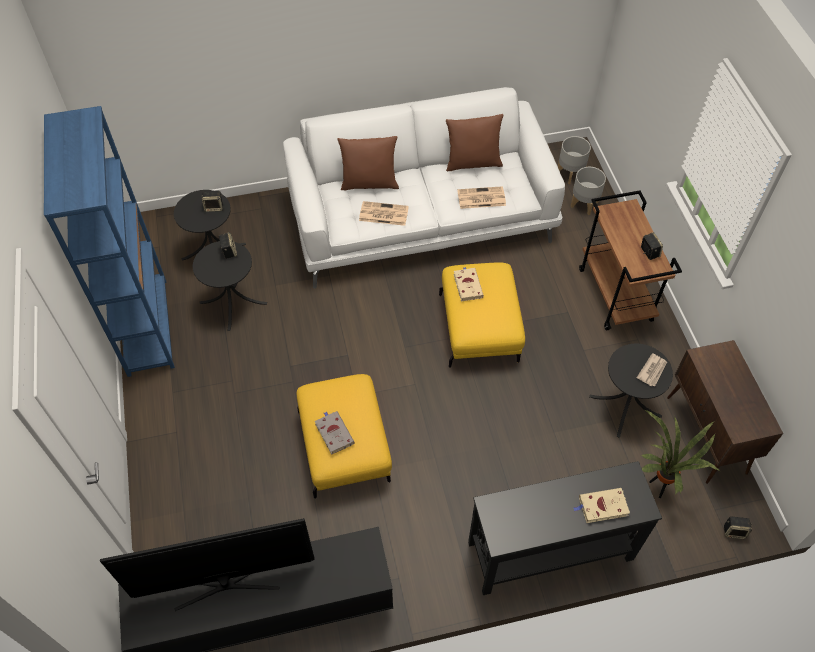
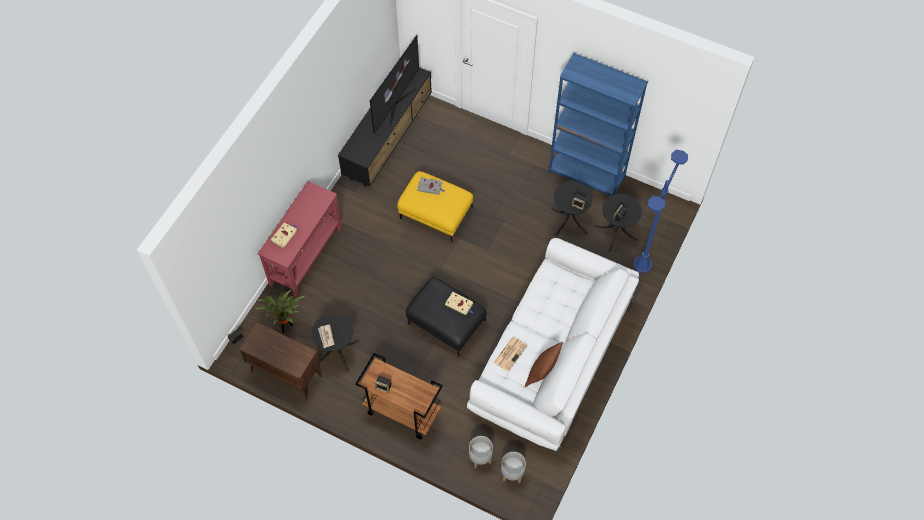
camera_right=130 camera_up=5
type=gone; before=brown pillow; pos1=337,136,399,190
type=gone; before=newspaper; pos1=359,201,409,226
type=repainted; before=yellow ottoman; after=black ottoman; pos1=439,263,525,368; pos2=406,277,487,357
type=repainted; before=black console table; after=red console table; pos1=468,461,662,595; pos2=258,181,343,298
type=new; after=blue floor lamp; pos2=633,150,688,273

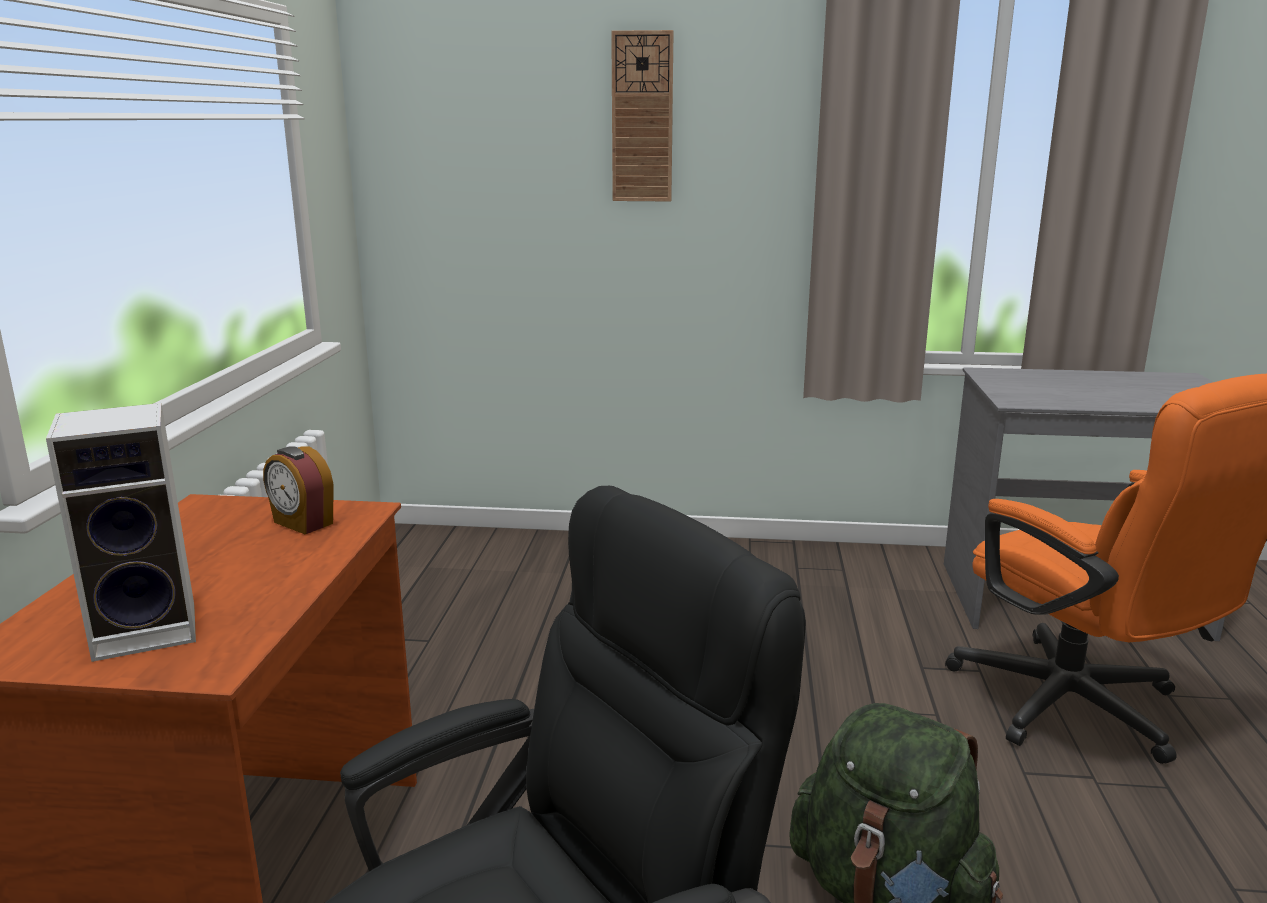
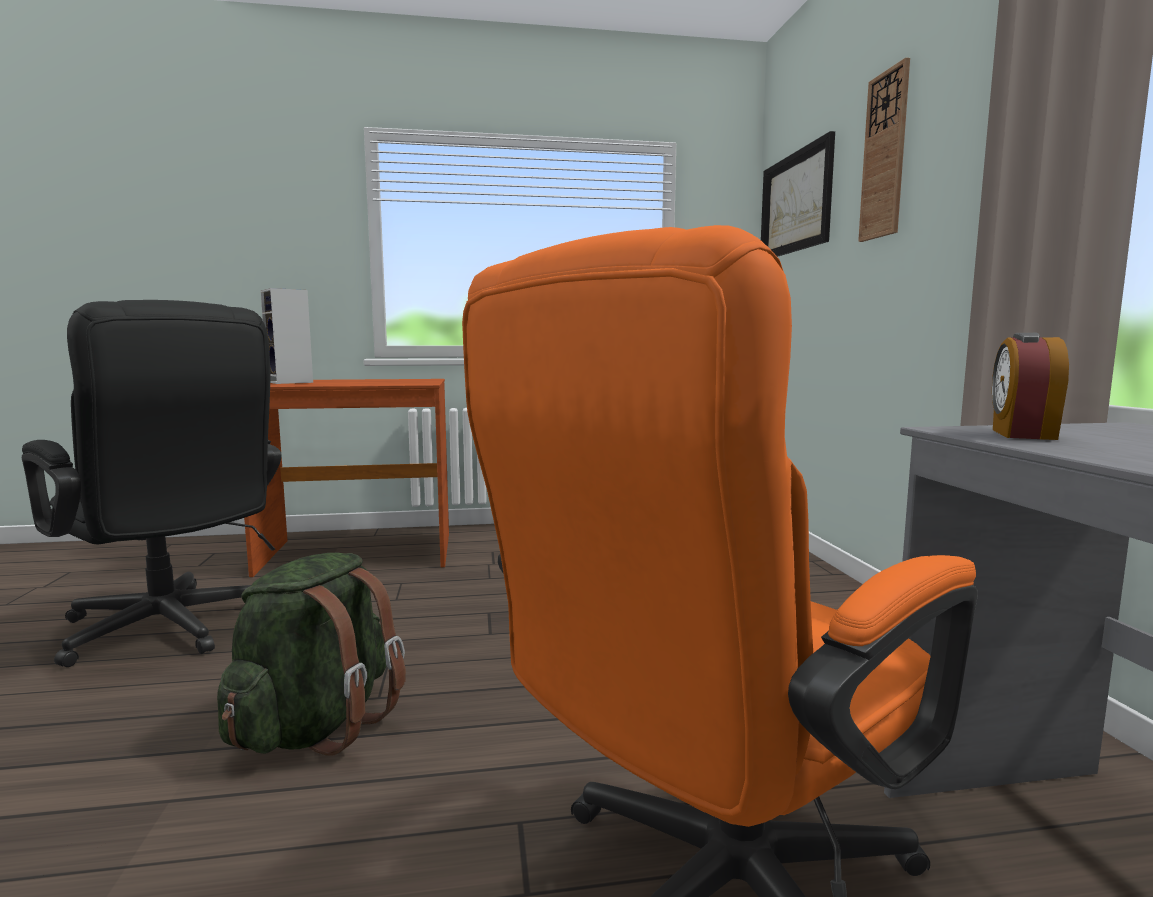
camera_right=75 camera_up=-10
type=shifted; before=alarm clock; pos1=263,446,334,535; pos2=992,333,1069,440
type=new; after=picture; pos2=761,131,835,257

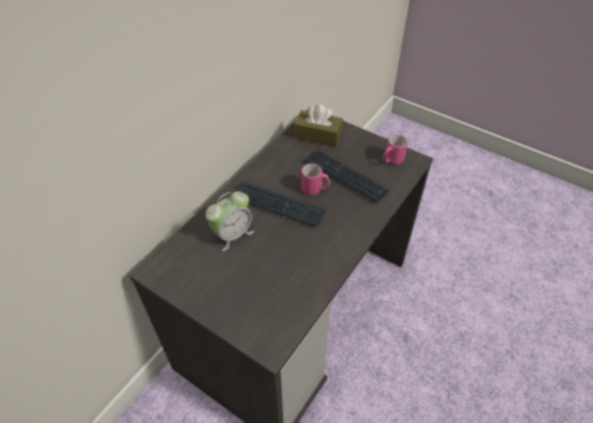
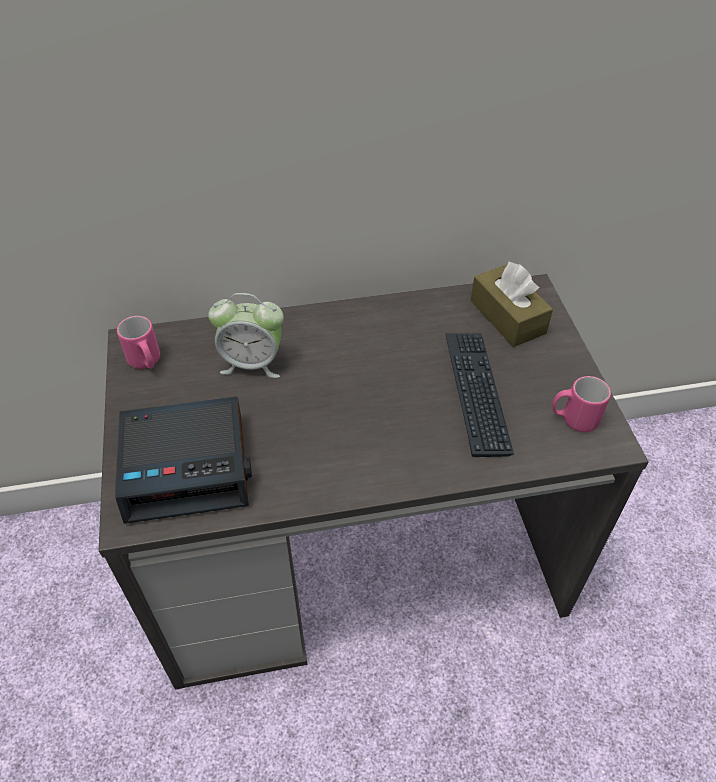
camera_right=45 camera_up=0
type=shifted; before=pink mug; pos1=301,164,330,195; pos2=117,316,160,369
type=gone; before=keyboard; pos1=235,181,326,228
type=new; after=alarm clock; pos2=115,397,252,524

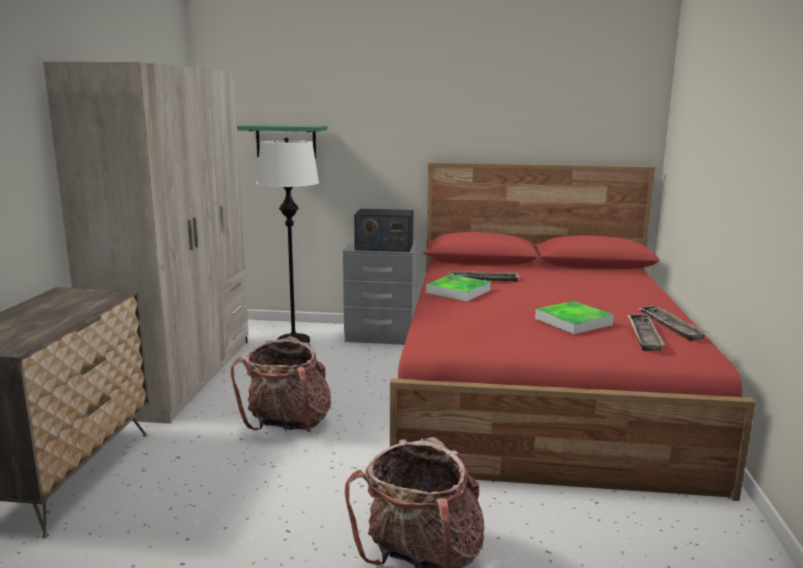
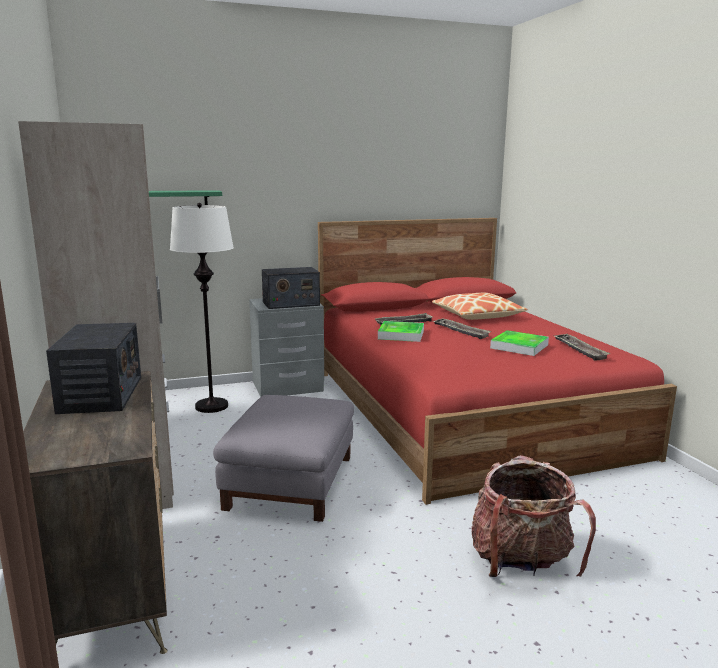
camera_right=-25 camera_up=0
type=shifted; before=tray; pos1=638,305,709,341; pos2=432,318,491,339
type=swapped; before=backpack; after=grey ottoman; pos1=231,336,331,432; pos2=213,395,354,522
type=new; after=pillow; pos2=432,293,528,320
type=new; after=radio; pos2=46,323,141,414

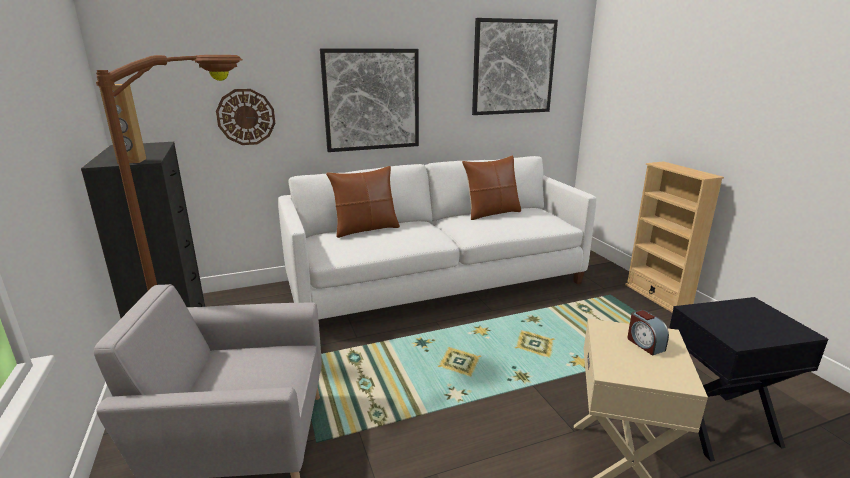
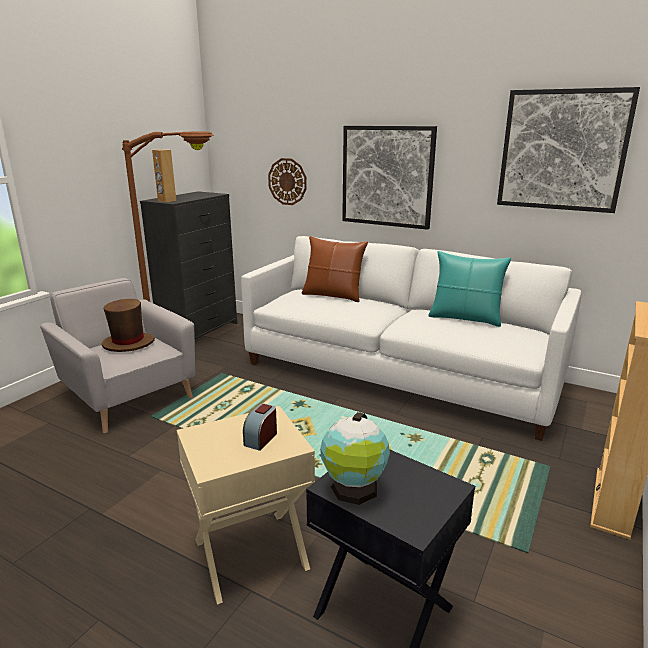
camera_right=50 camera_up=0
type=repainted; before=brown pillow; after=turquoise pillow; pos1=462,155,521,220; pos2=428,251,511,327
type=new; after=brown hat; pos2=102,299,155,352
type=new; after=globe; pos2=320,412,390,505

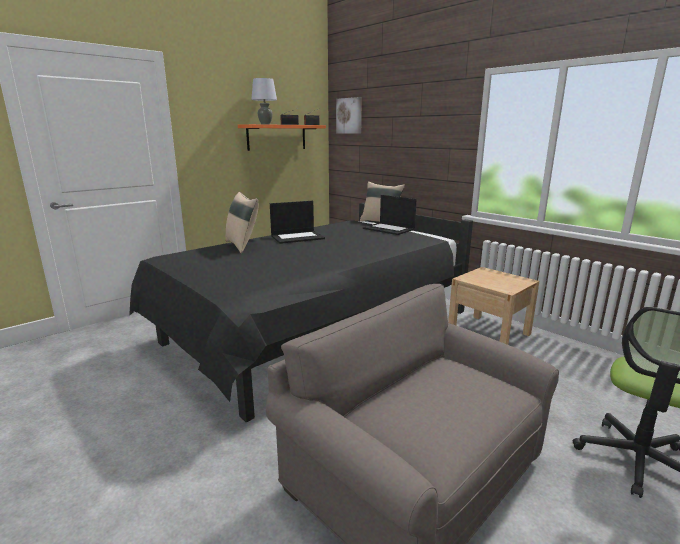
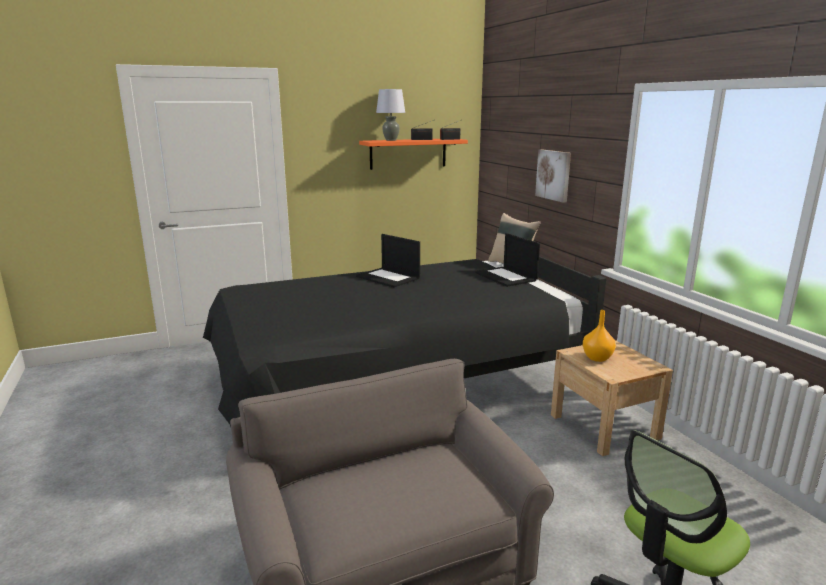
camera_right=20 camera_up=0
type=shifted; before=picture; pos1=336,97,362,134; pos2=535,149,571,203
type=gone; before=beige pillow; pos1=225,192,258,253
type=rotated; before=laptop; pos1=270,201,325,244; pos2=356,234,420,287; turn=45
type=new; after=orange vase; pos2=583,310,616,362

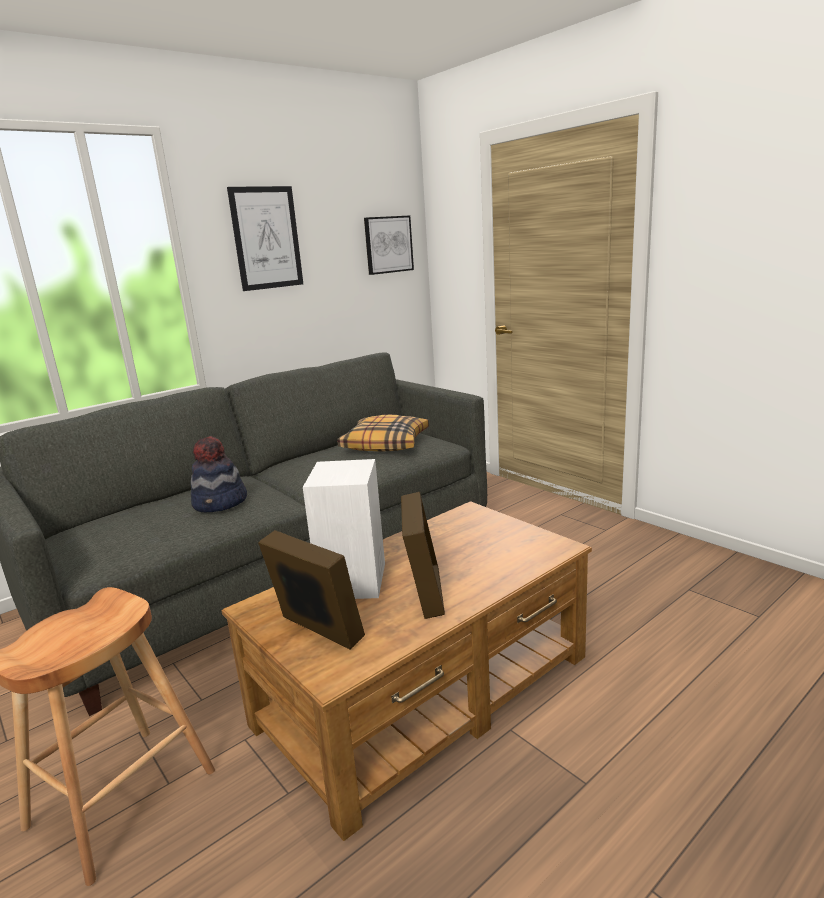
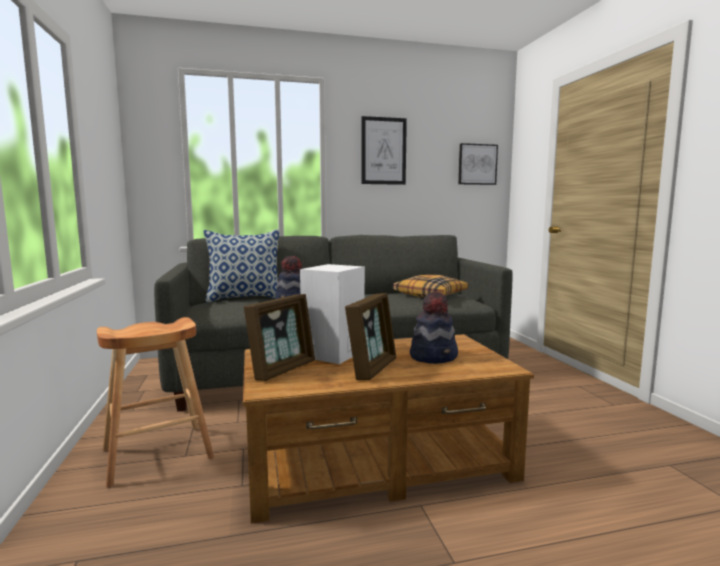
camera_right=25 camera_up=-10
type=rotated; before=picture frame; pos1=258,530,365,649; pos2=244,294,315,381; turn=60
type=new; after=pillow; pos2=203,229,280,303
type=new; after=hat; pos2=410,291,458,364

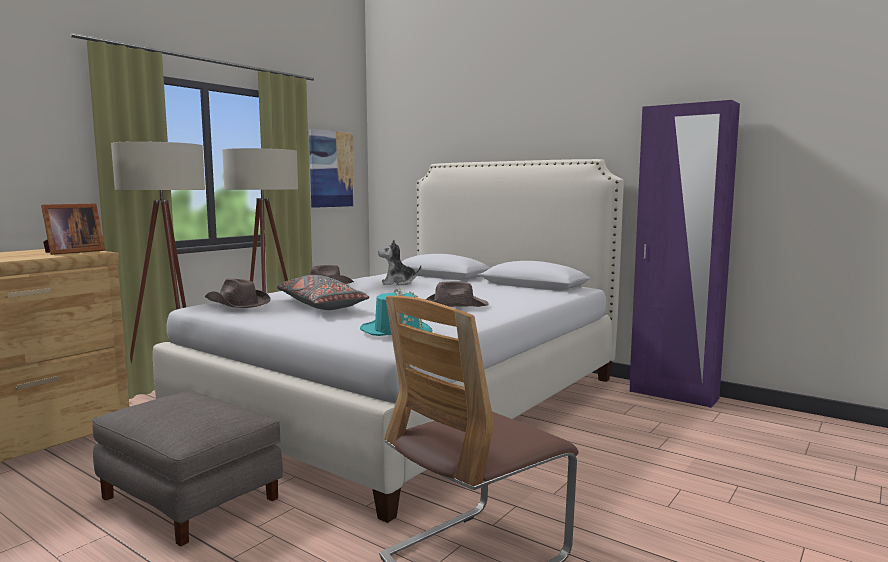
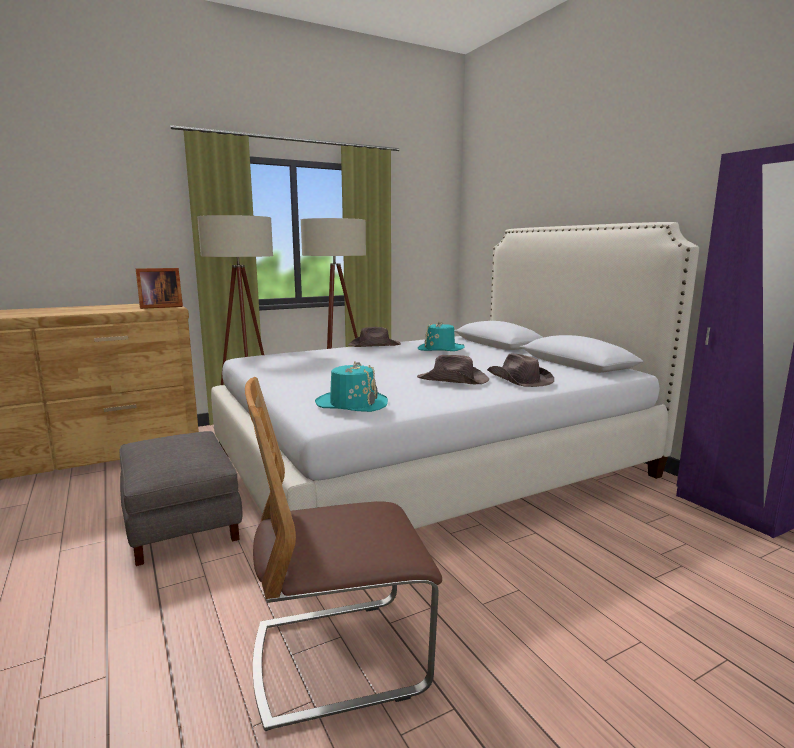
camera_right=25 camera_up=5
type=gone; before=picture; pos1=309,129,354,208
type=swapped; before=plush toy; after=turquoise hat; pos1=378,239,421,285; pos2=418,321,465,351
type=gone; before=grey pillow; pos1=277,275,370,310
type=shifted; before=brown hat; pos1=205,278,271,308; pos2=487,353,554,387

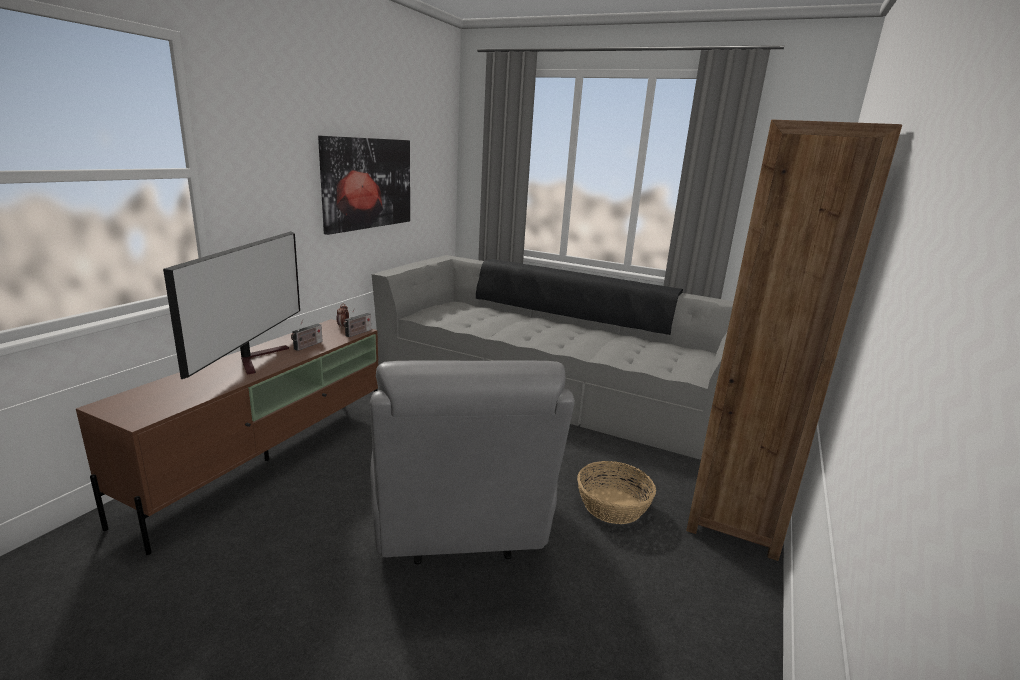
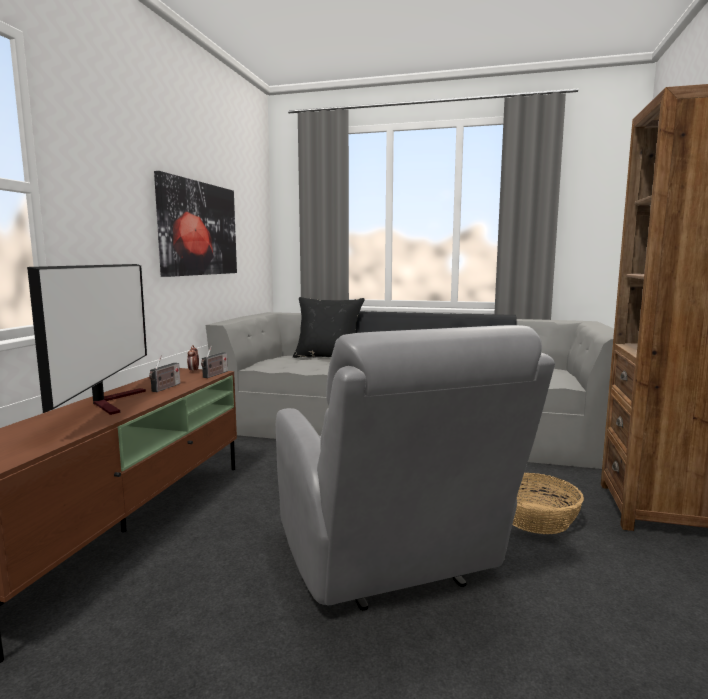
camera_right=-10 camera_up=-10
type=new; after=black pillow; pos2=293,297,365,358

